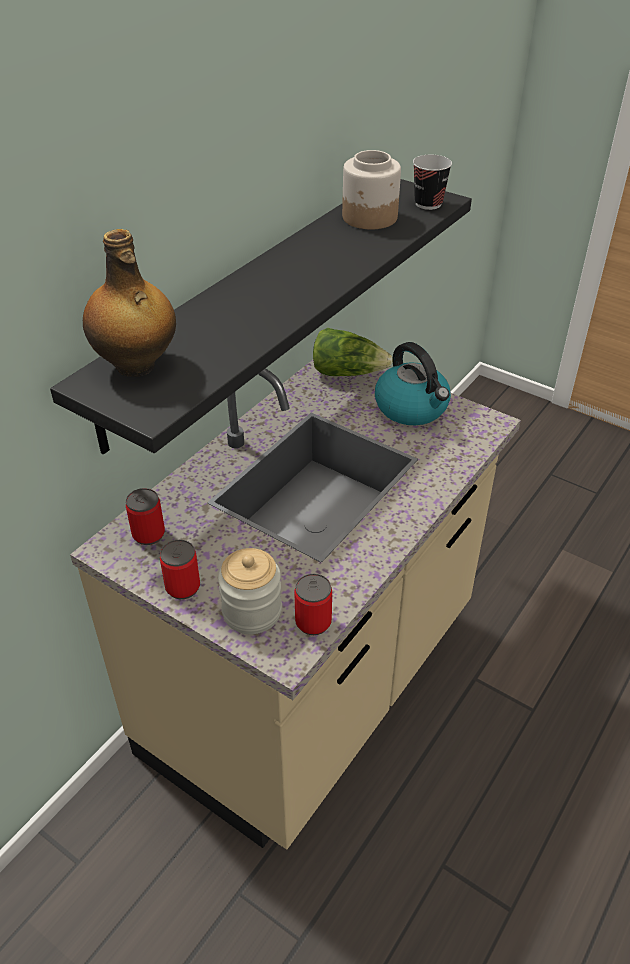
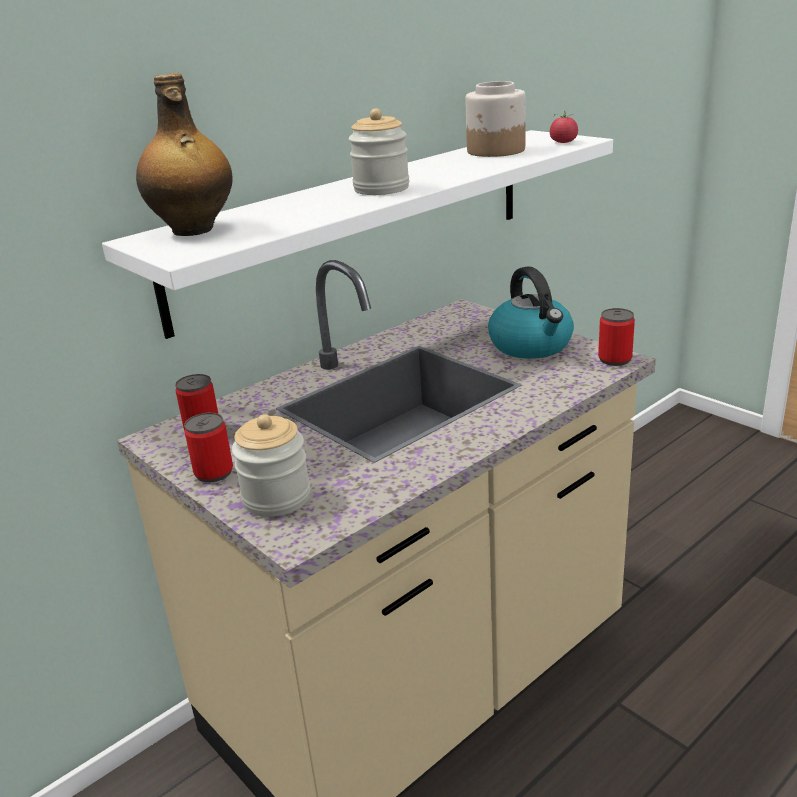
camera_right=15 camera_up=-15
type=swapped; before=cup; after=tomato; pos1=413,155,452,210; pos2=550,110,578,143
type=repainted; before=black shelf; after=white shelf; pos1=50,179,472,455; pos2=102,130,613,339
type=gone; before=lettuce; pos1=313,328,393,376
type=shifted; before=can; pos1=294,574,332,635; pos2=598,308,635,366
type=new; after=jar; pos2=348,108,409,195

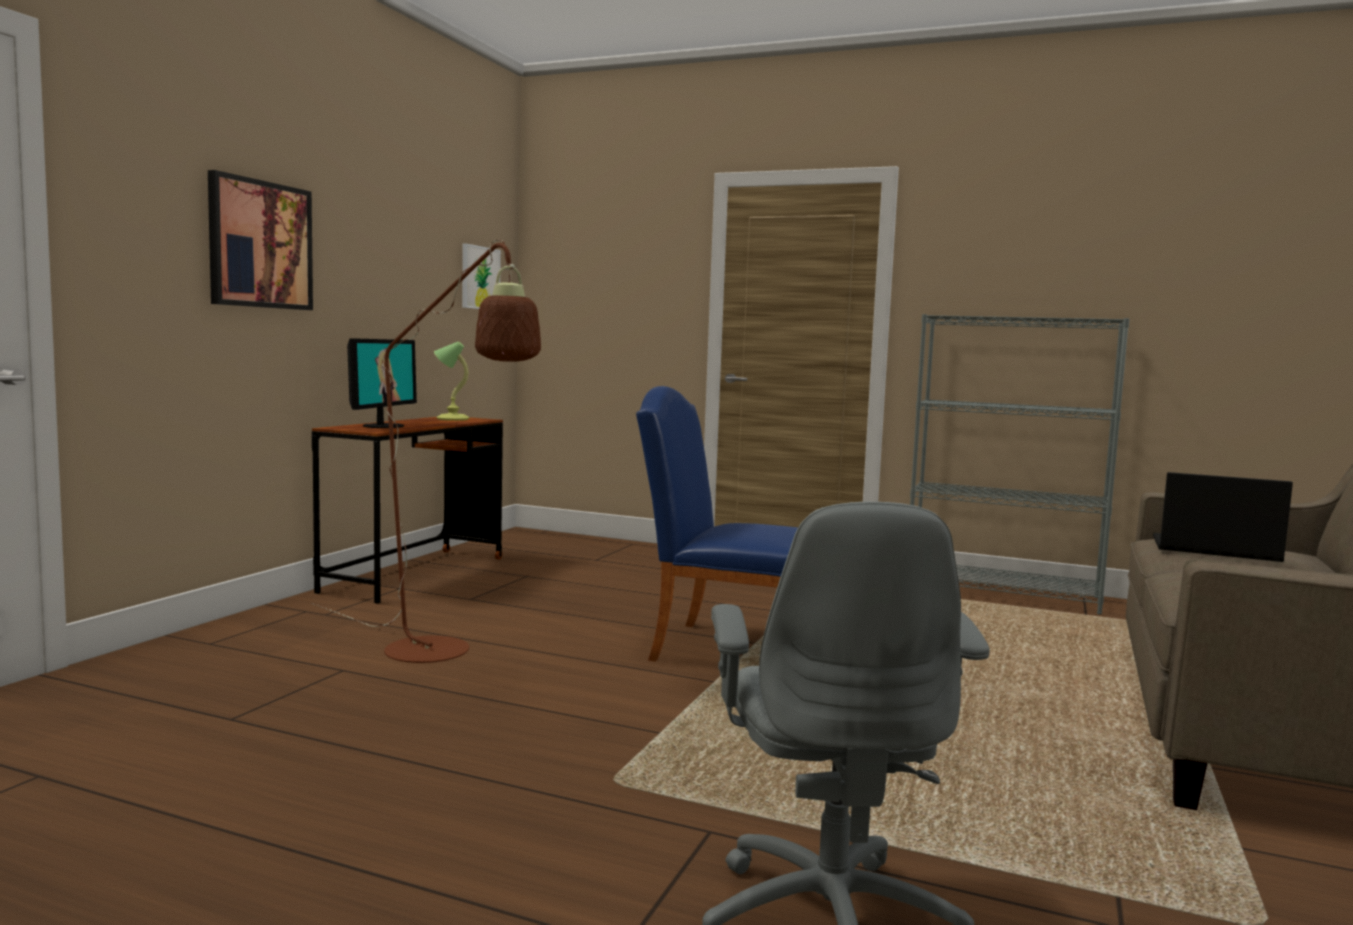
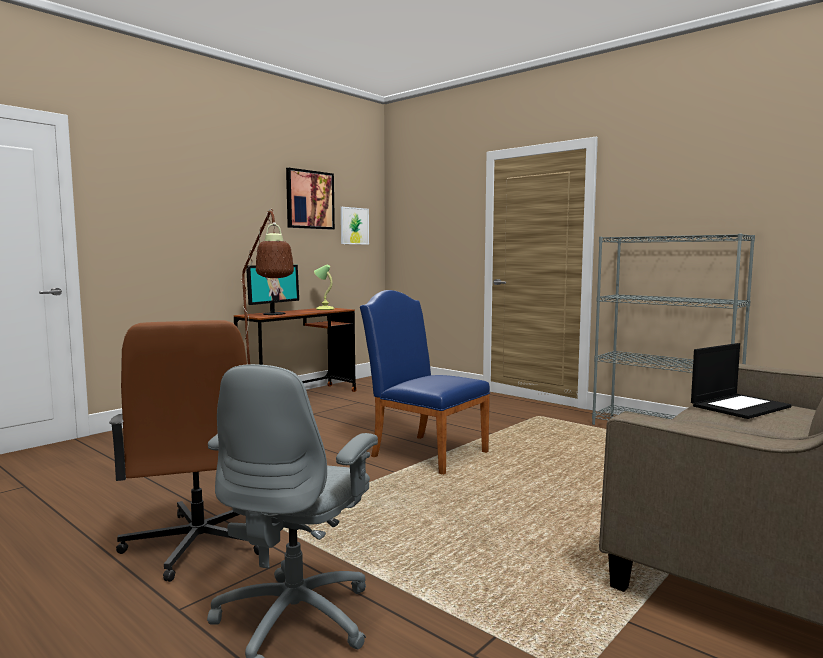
camera_right=20 camera_up=0
type=shifted; before=picture; pos1=208,170,313,310; pos2=286,168,335,230
type=rotated; before=laptop; pos1=1153,472,1293,562; pos2=691,343,792,419; turn=105
type=new; after=brown office chair; pos2=109,320,259,582

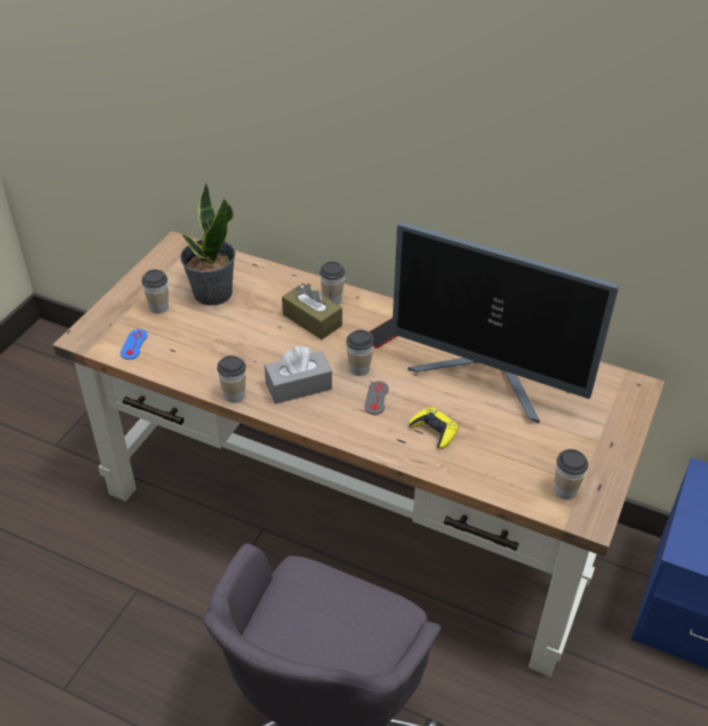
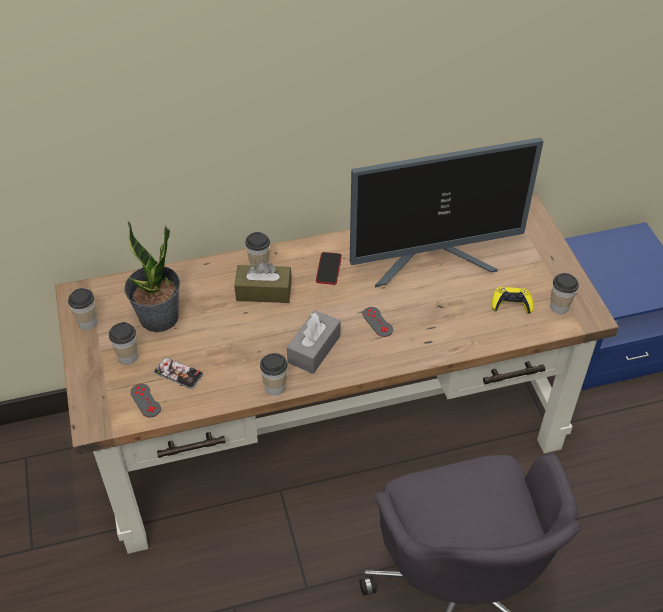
camera_right=-40 camera_up=5
type=repainted; before=blue game controller; after=grey game controller; pos1=120,329,148,360; pos2=130,384,161,418
type=shifted; before=cup; pos1=346,330,374,376; pos2=68,288,97,330
type=shifted; before=yellow game controller; pos1=409,407,459,449; pos2=492,287,533,314
type=new; after=phone; pos2=154,357,203,389

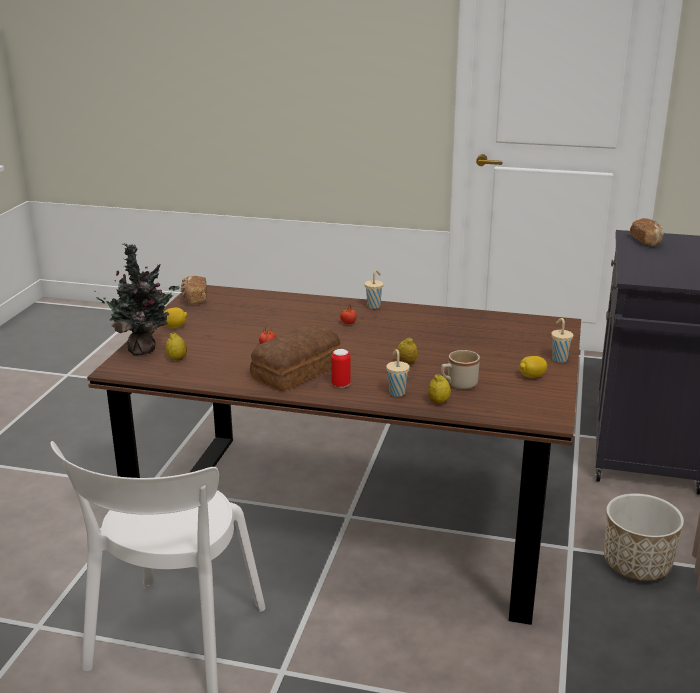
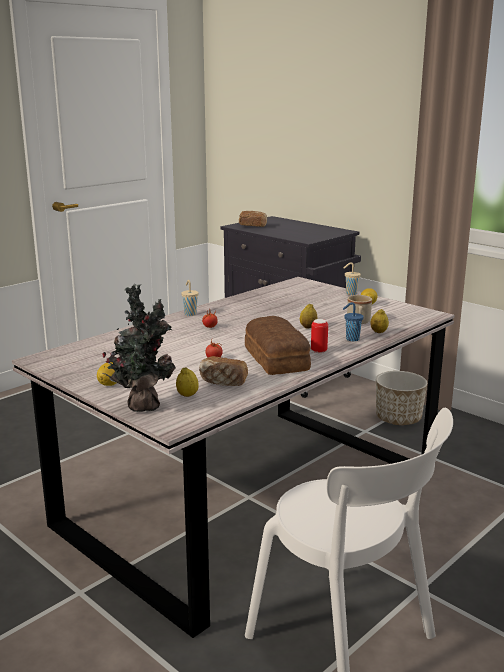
camera_right=-60 camera_up=-5
type=shifted; before=bread; pos1=180,276,207,305; pos2=199,356,248,386
type=repainted; before=brown dining table; after=grey dining table; pos1=87,285,581,625; pos2=12,277,455,638
type=repainted; before=beige cup; after=blue cup; pos1=386,349,410,397; pos2=343,302,364,341

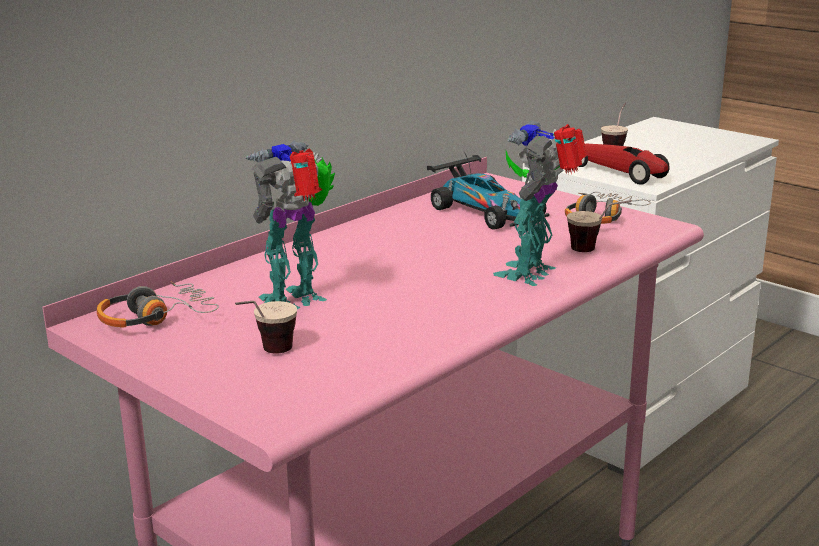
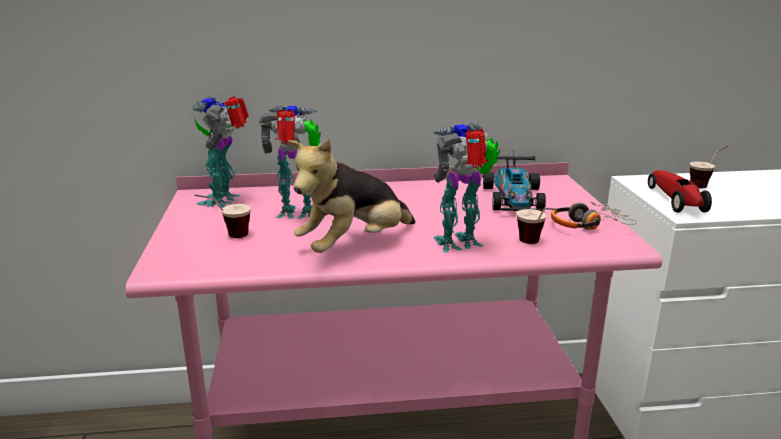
camera_right=40 camera_up=0
type=swapped; before=headphones; after=toy robot; pos1=97,281,219,327; pos2=192,96,249,208
type=new; after=plush toy; pos2=288,138,415,253

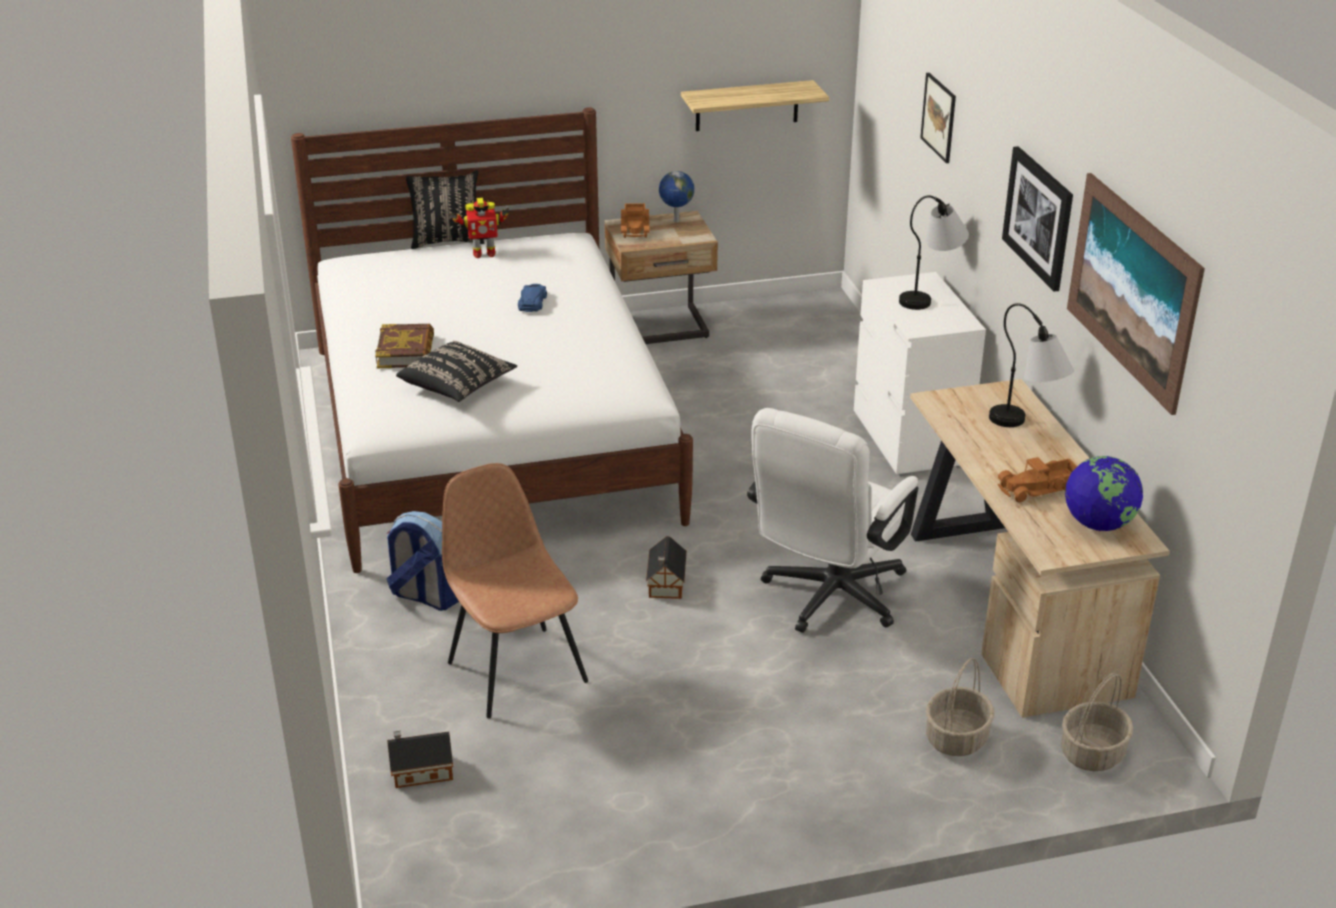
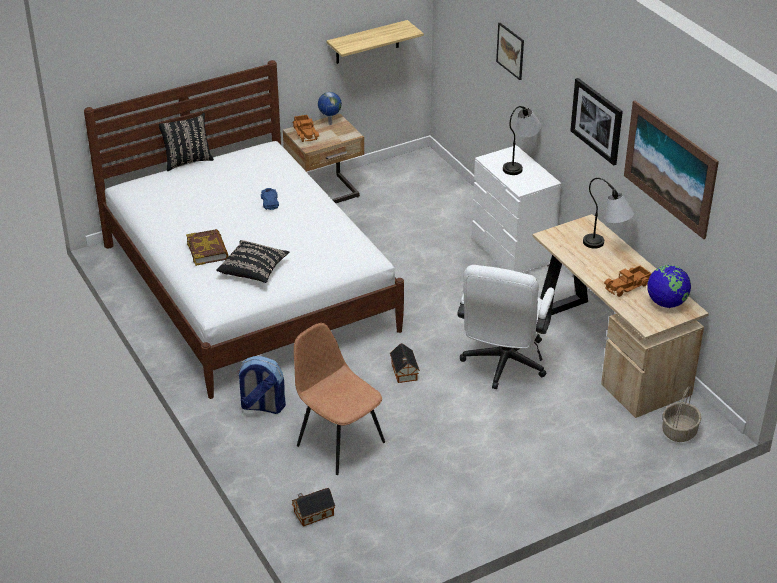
camera_right=-15 camera_up=5
type=gone; before=toy robot; pos1=449,198,509,258
type=gone; before=basket; pos1=926,658,994,756

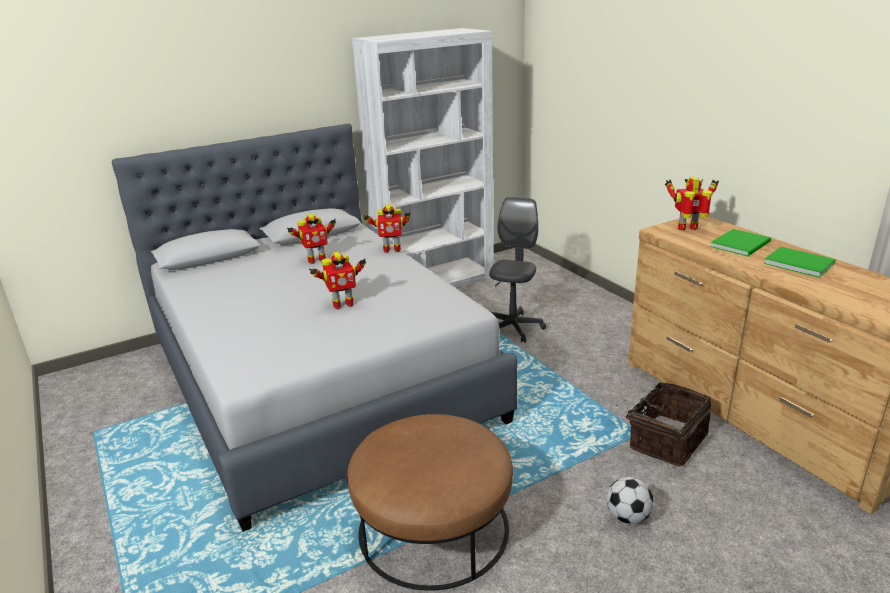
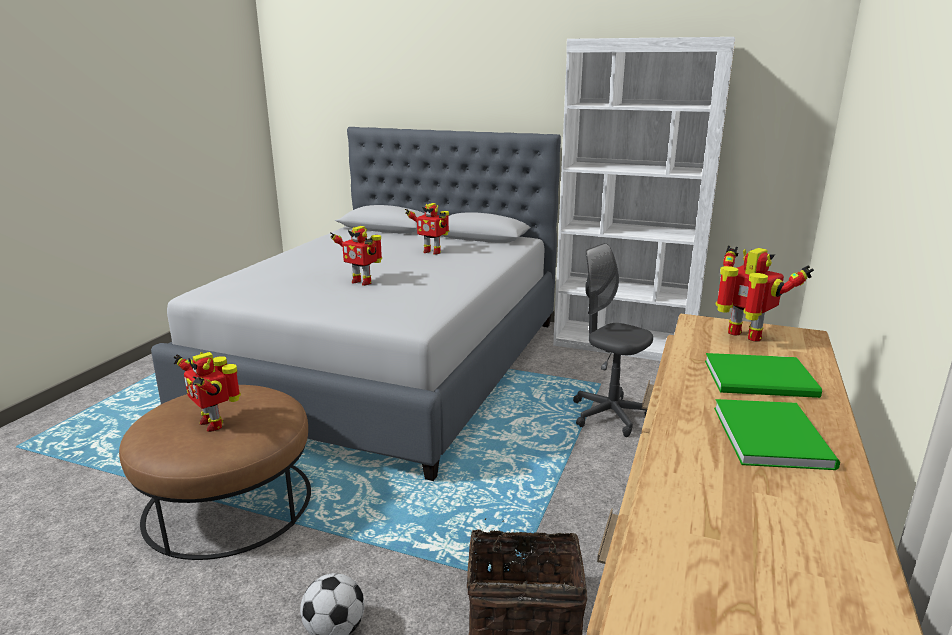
camera_right=50 camera_up=-5
type=rotated; before=grey office chair; pos1=489,197,546,343; pos2=573,243,653,437; turn=-120
type=shifted; before=toy robot; pos1=363,204,411,253; pos2=173,352,241,432

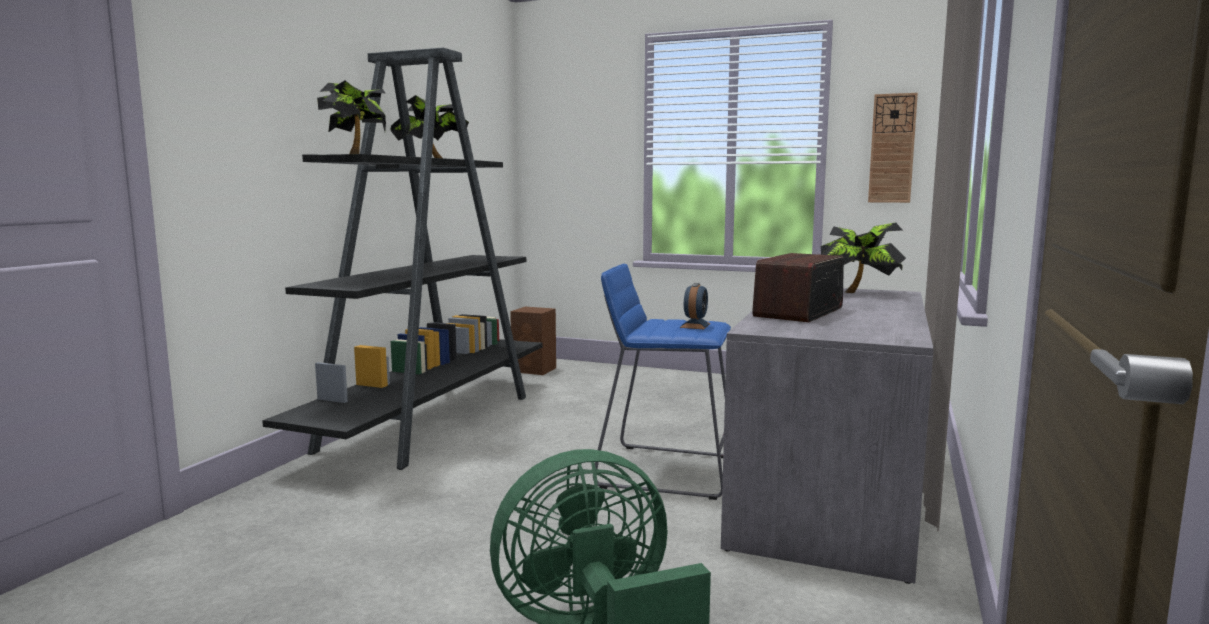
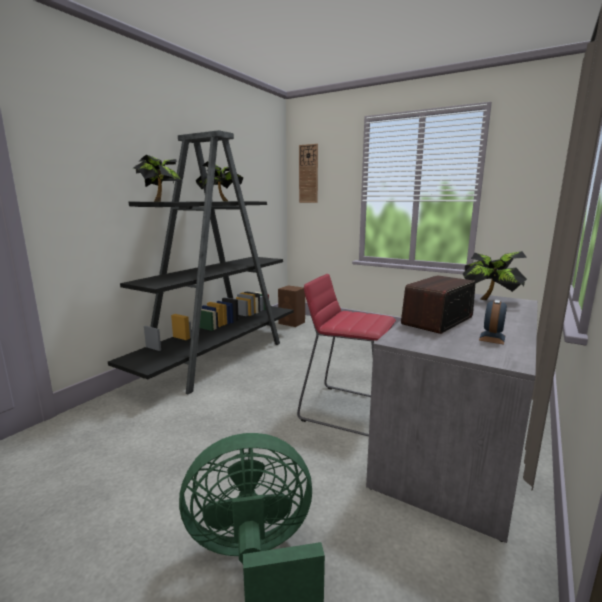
camera_right=10 camera_up=5
type=shifted; before=wall clock; pos1=868,93,918,203; pos2=299,144,318,203
type=repainted; before=blue stool; after=red stool; pos1=593,264,731,500; pos2=297,274,396,436
type=shifted; before=alarm clock; pos1=680,283,710,329; pos2=479,299,507,345

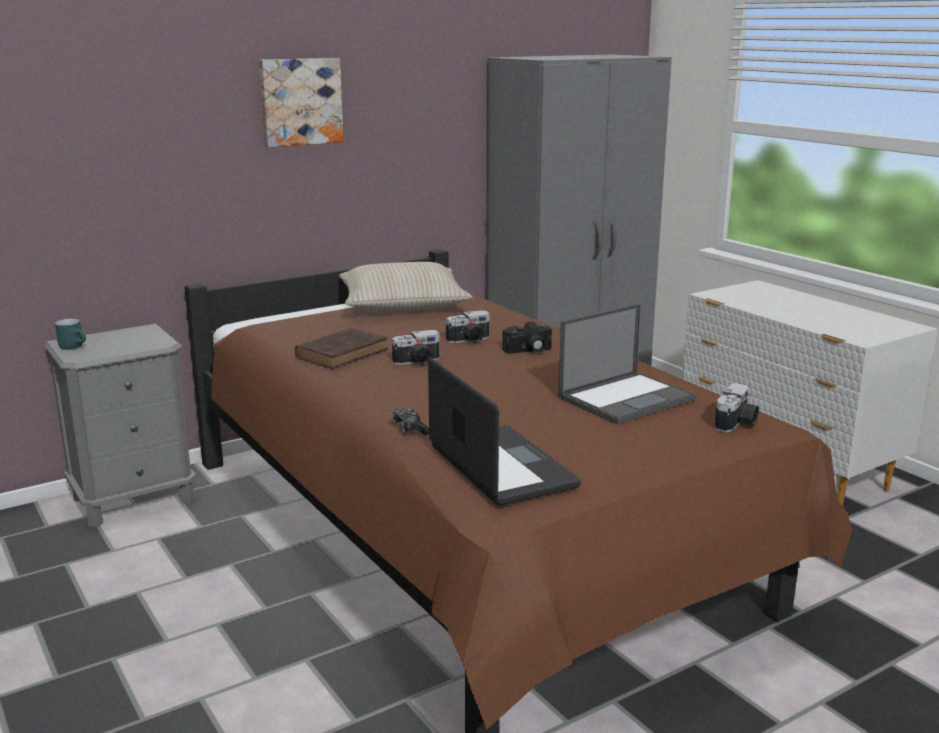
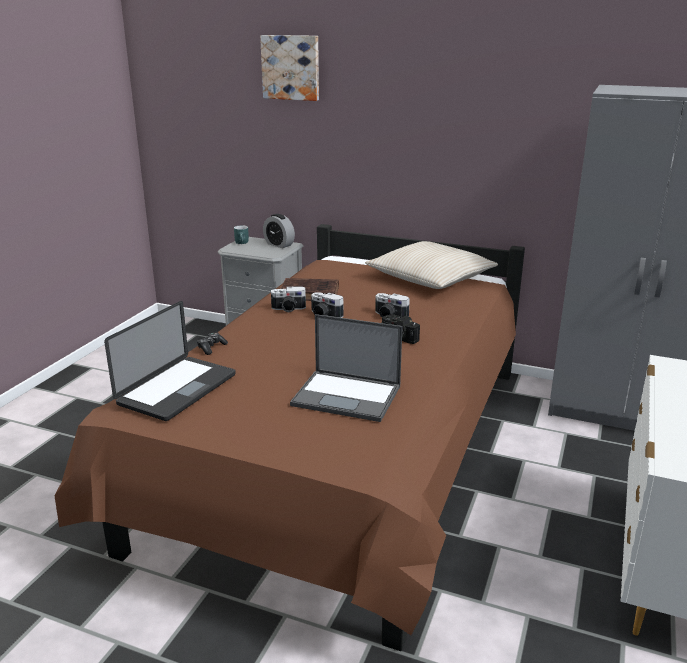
camera_right=55 camera_up=5
type=shifted; before=picture; pos1=259,58,344,147; pos2=260,35,319,101
type=shifted; before=photo camera; pos1=714,383,759,433; pos2=271,286,306,313
type=new; after=alarm clock; pos2=263,214,295,248

